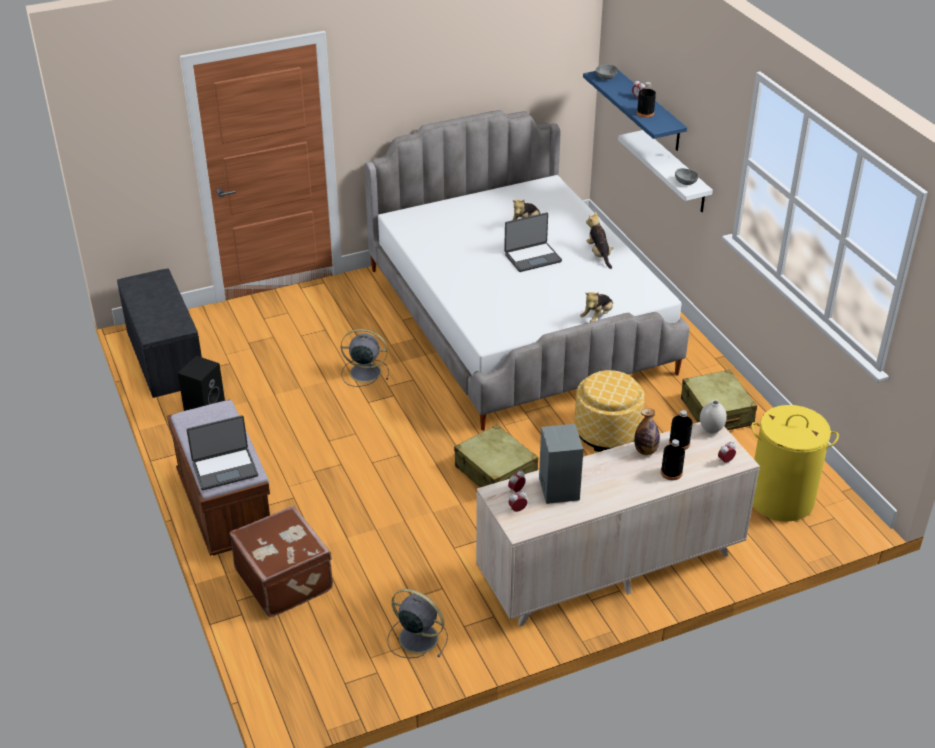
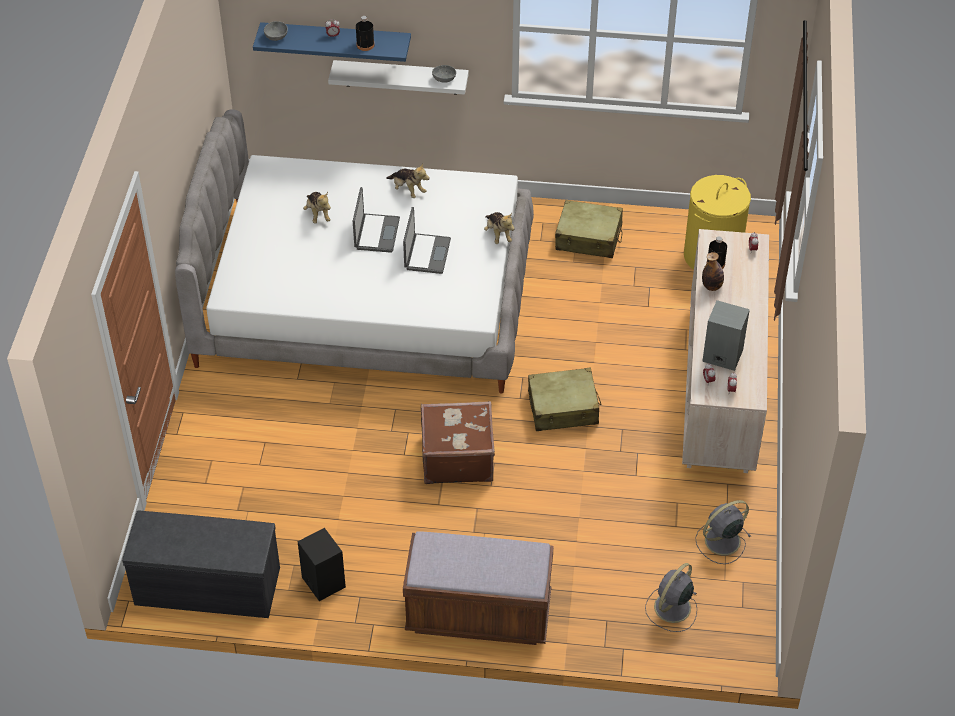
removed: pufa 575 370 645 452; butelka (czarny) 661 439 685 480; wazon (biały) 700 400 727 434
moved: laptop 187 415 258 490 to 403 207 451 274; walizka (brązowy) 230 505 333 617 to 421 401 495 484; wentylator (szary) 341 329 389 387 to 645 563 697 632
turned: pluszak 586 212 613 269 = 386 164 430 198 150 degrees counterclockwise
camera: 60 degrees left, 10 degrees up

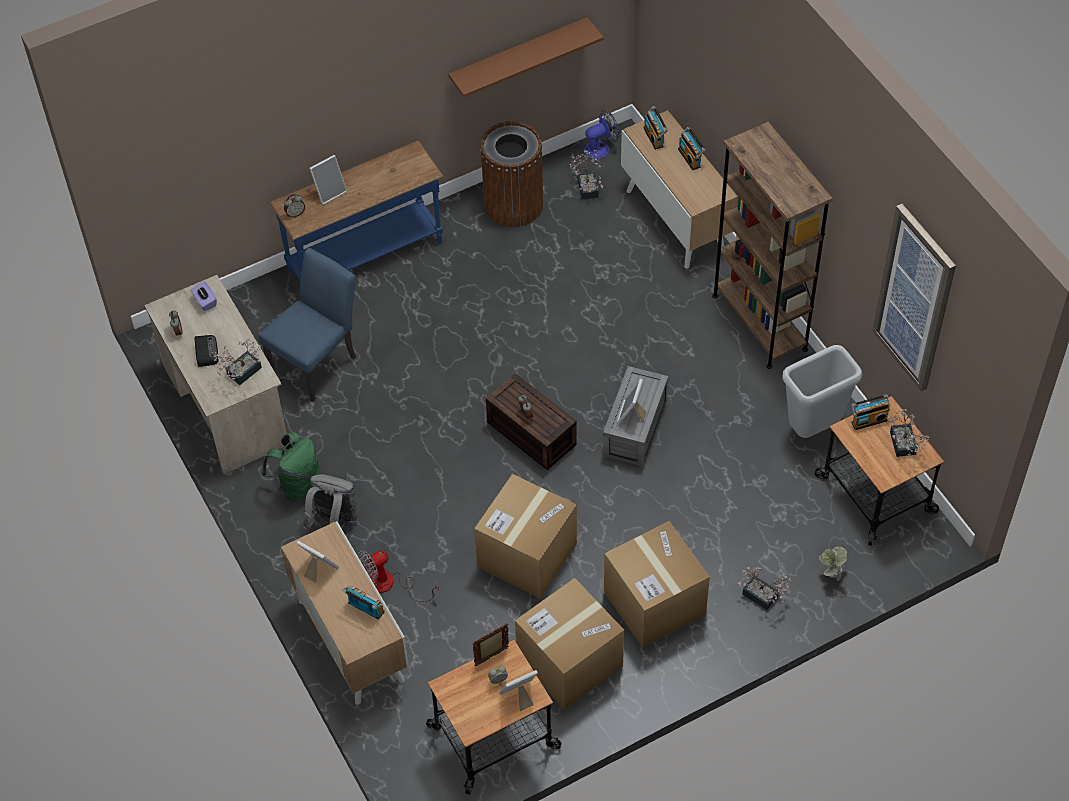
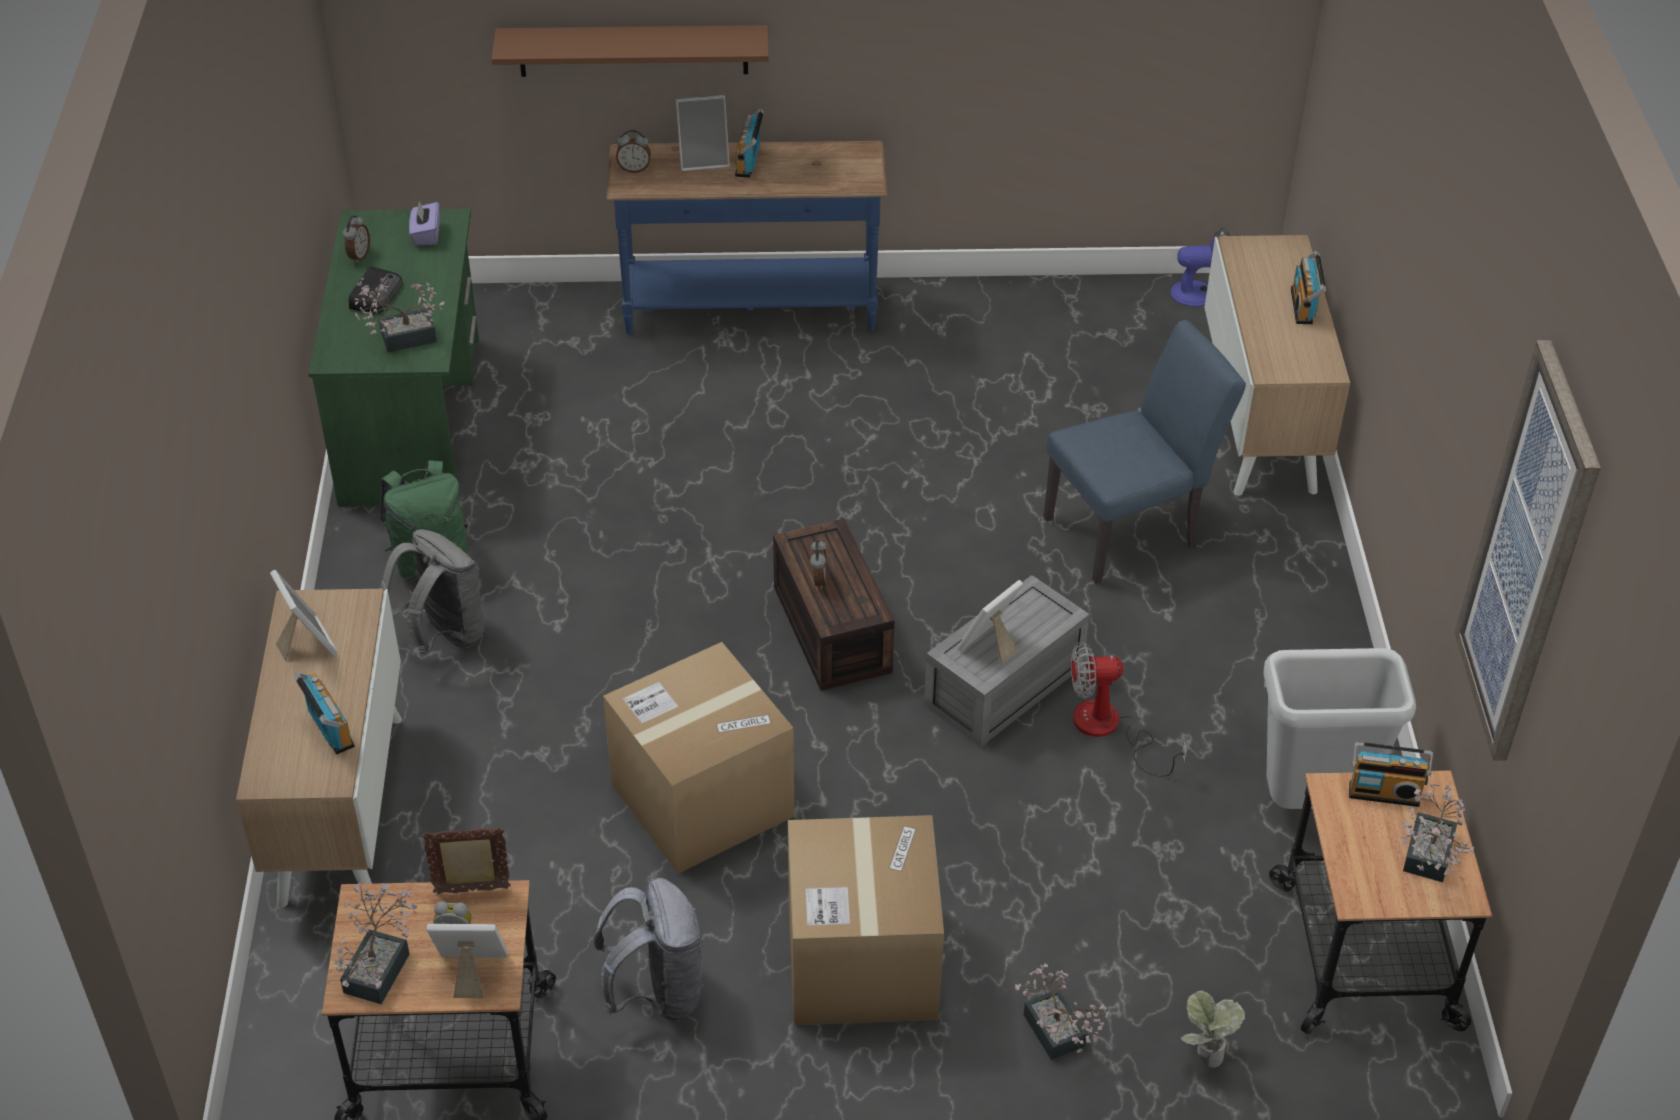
removed: kosz na śmieci (brązowy) 480 121 543 227; regał (brązowy) 712 122 833 369
moved: krzesło (niebieski) 259 248 356 402 to 1043 320 1246 584; wentylator 357 550 439 602 to 1071 642 1187 777; półka (brązowy) 448 17 604 97 to 492 25 769 77; roślina doniczkowa 570 150 603 200 to 335 880 418 1004; radio 643 106 668 150 to 735 108 764 178
replaced: karton 515 578 624 710 to plecak (szary) 594 878 704 1021
recoloured: biurko (beżowy) 144 275 287 474 to biurko (zielony) 308 209 479 507
camera: 25 degrees right, 10 degrees down

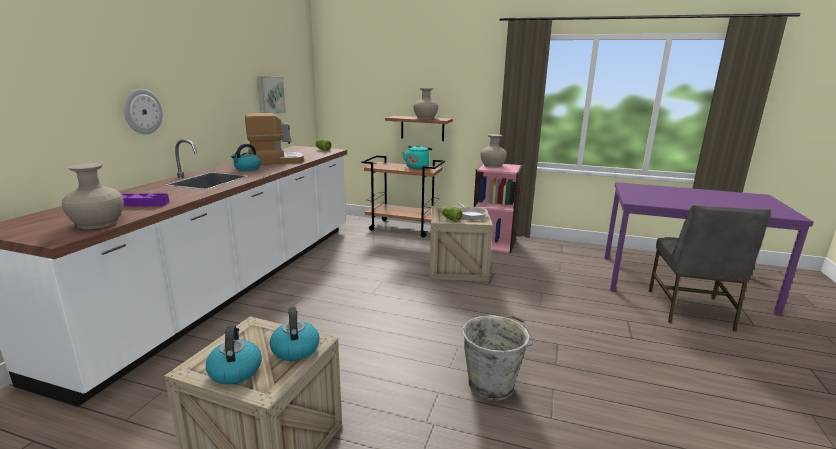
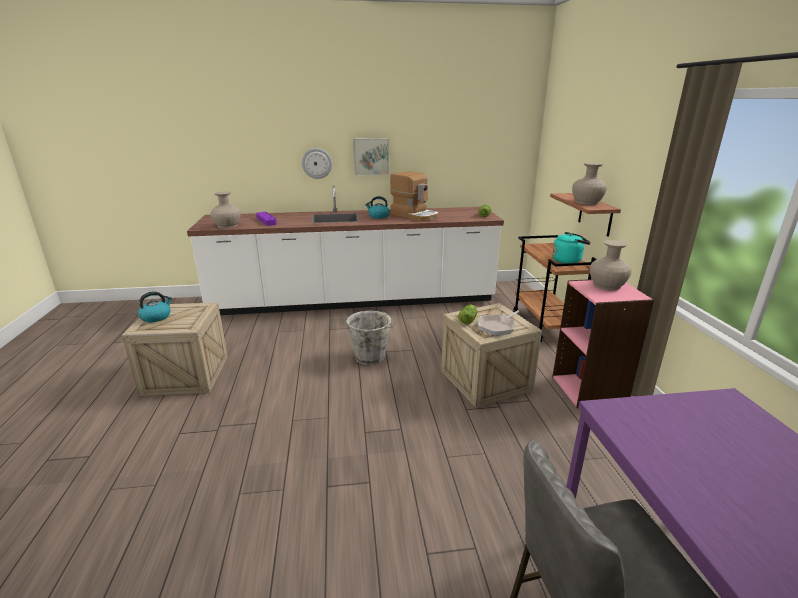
removed: czajnik 270 307 319 361
moved: obraz 257 76 286 114 to 353 138 389 175; wiadro (szary) 462 315 533 401 to 346 311 396 365
camera: 65 degrees right, 5 degrees up

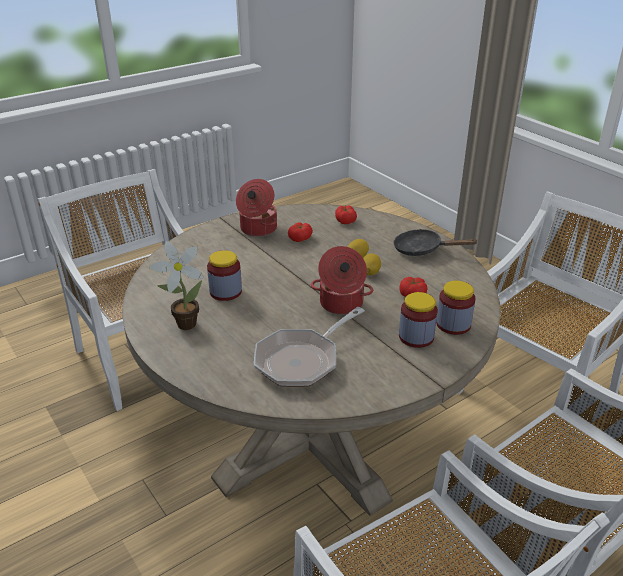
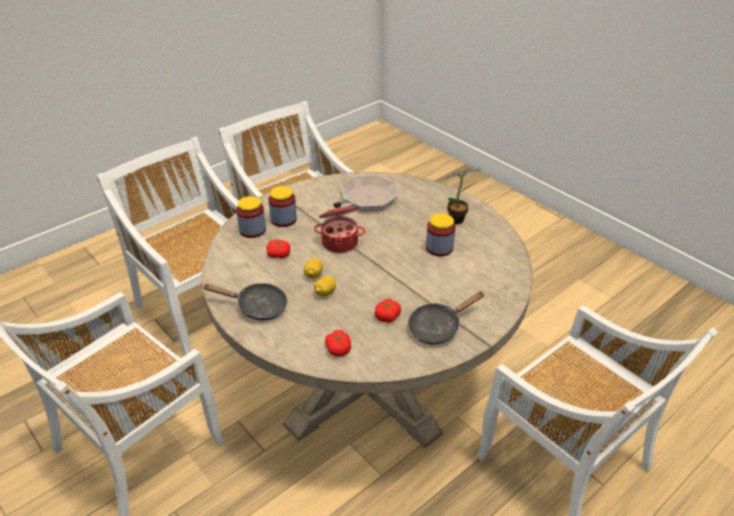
replaced: garnek 236 179 277 237 to patelnia (czarny) 408 291 485 344
camera: 175 degrees right, 5 degrees up

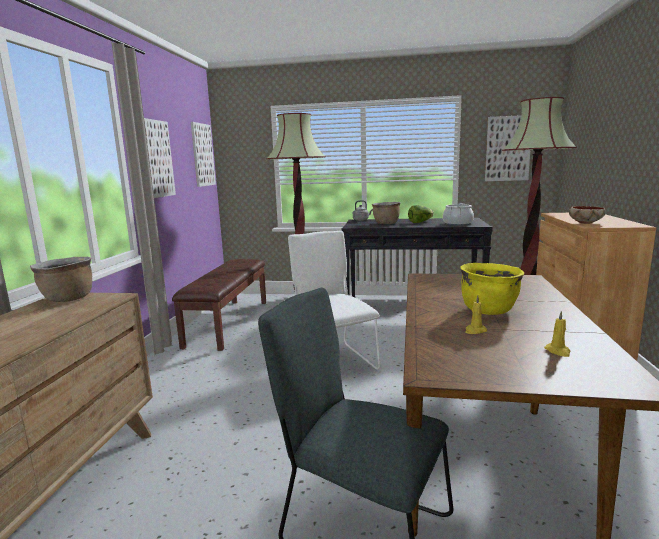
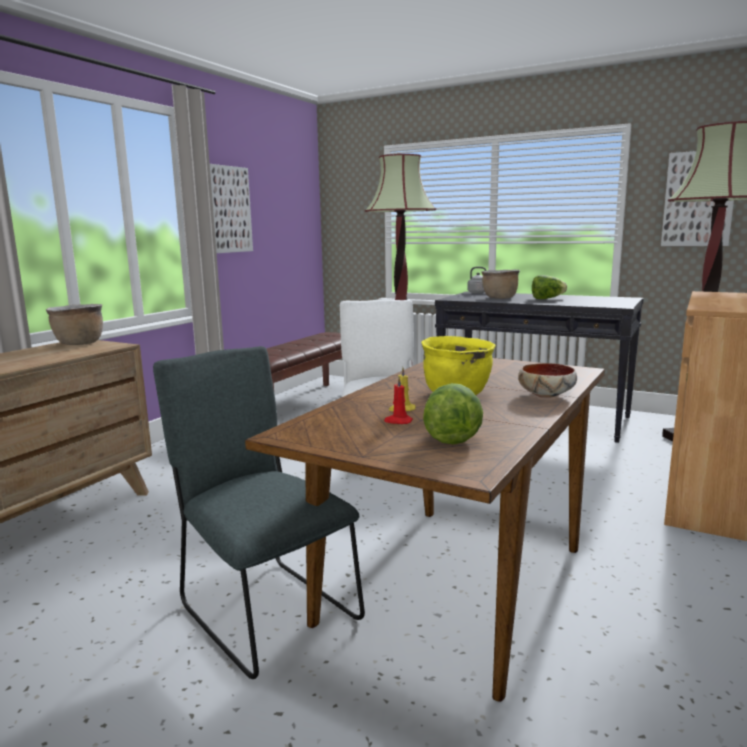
removed: obraz 191 122 216 187; garnek 443 203 474 226
added: świeca (czerwony) 384 377 413 424
moved: miska 569 206 605 224 to 518 363 577 398
replaced: świeca (żółty) 544 311 570 357 to sałata 423 383 483 445
camera: 20 degrees right, 0 degrees up

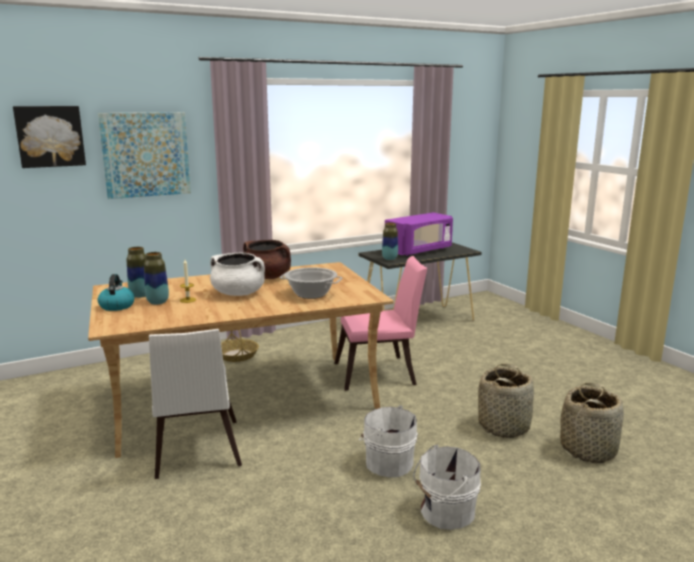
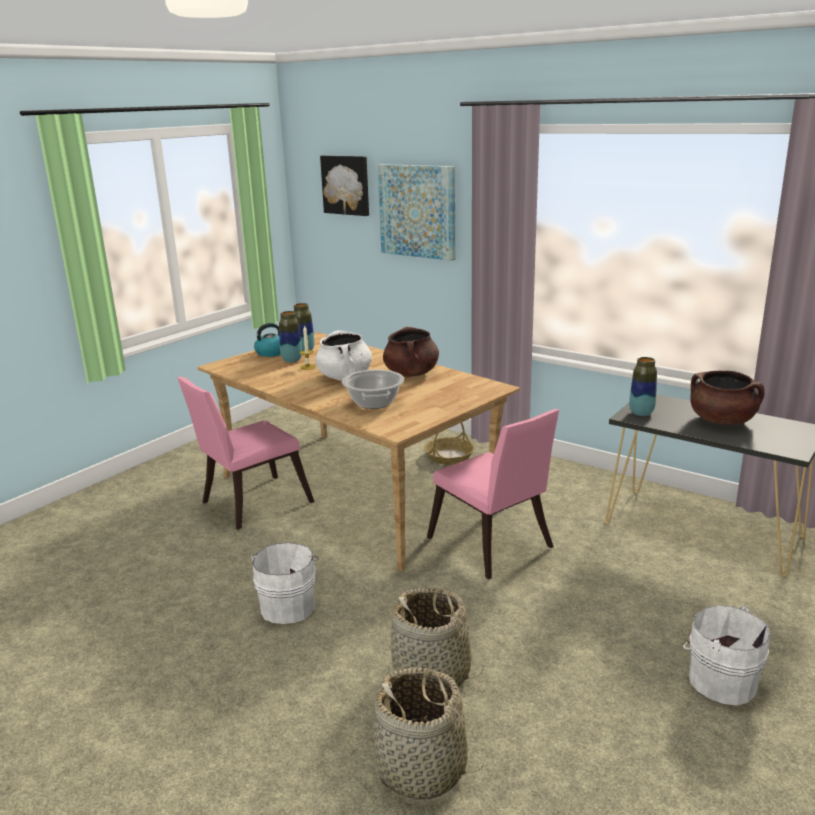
moved: wiadro (biały) 413 445 481 530 to 683 605 770 706
replaced: mikrofalówka (fioletowy) 385 212 453 256 to garnek (brązowy) 690 371 765 425
recoloured: krzesło (biały) 149 329 242 479 to krzesło (różowy) 177 377 315 530
camera: 65 degrees right, 5 degrees up

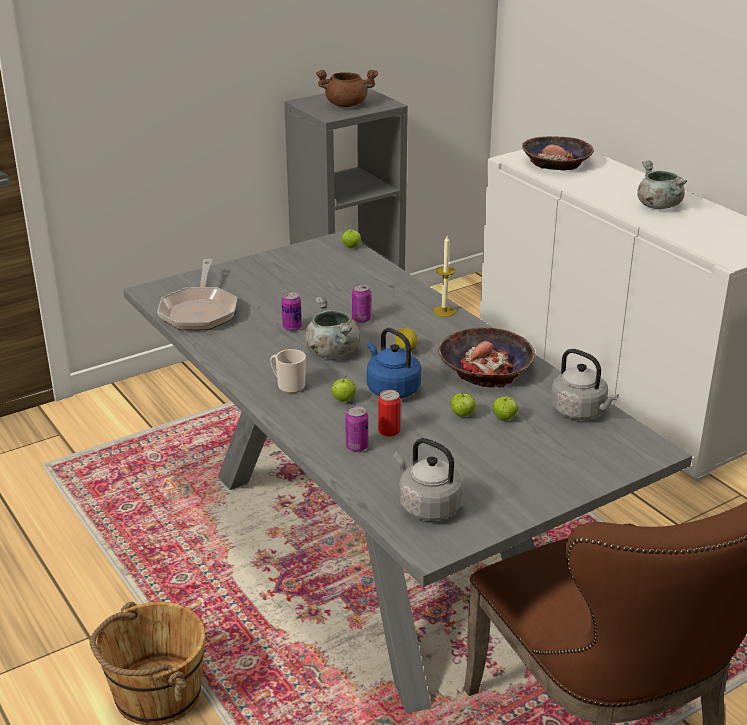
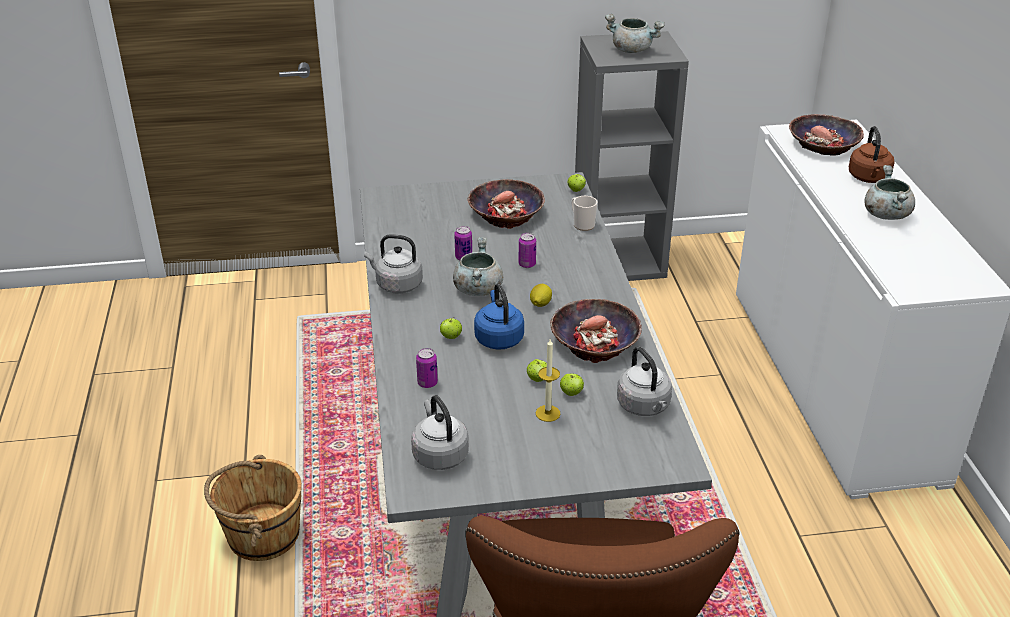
removed: patelnia 157 259 237 331; puszka 378 390 401 437
added: czajnik (szary) 364 234 423 294; miska 467 179 545 229; czajnik (brązowy) 849 126 894 183
moved: kubek 270 349 306 393 to 572 196 598 231; świeca 433 236 455 317 to 536 339 561 422
recoloured: garnek (brązowy) 316 70 378 107 to garnek (szary) 605 14 665 53
camera: 25 degrees right, 5 degrees up

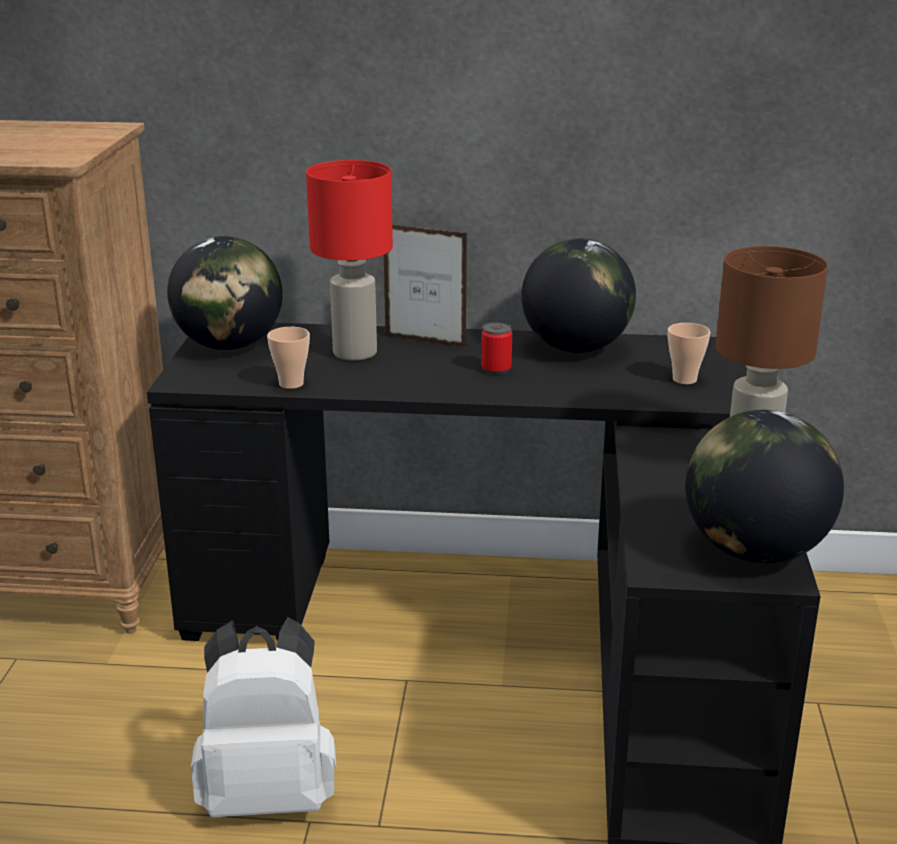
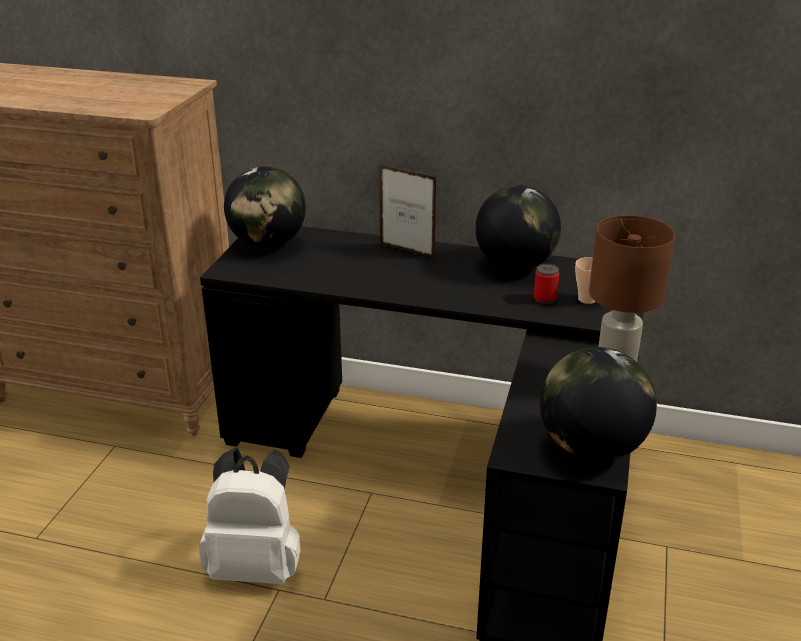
removed: filiżanka 267 327 310 389; lampa stołowa (czerwony) 306 160 393 361
moved: puszka 481 322 512 375 to 534 264 559 304
camera: 10 degrees right, 5 degrees up

